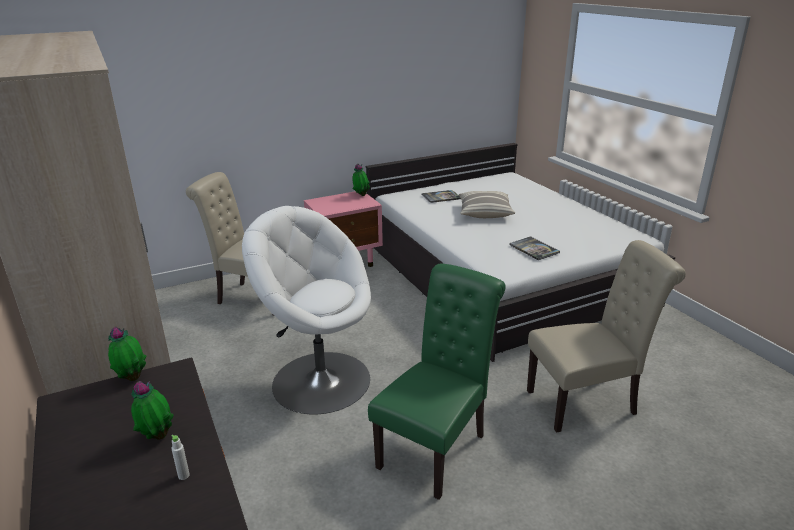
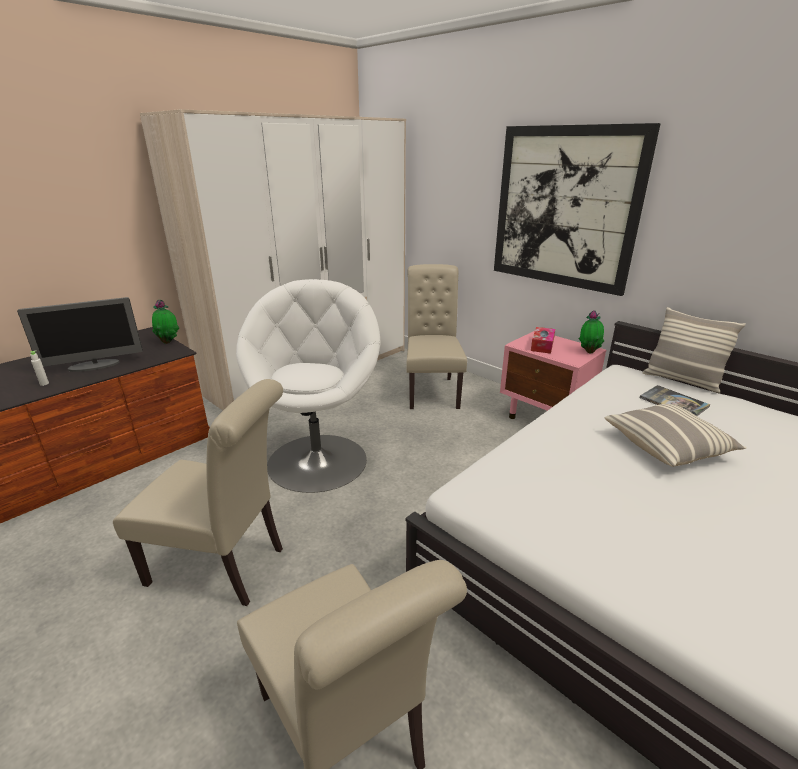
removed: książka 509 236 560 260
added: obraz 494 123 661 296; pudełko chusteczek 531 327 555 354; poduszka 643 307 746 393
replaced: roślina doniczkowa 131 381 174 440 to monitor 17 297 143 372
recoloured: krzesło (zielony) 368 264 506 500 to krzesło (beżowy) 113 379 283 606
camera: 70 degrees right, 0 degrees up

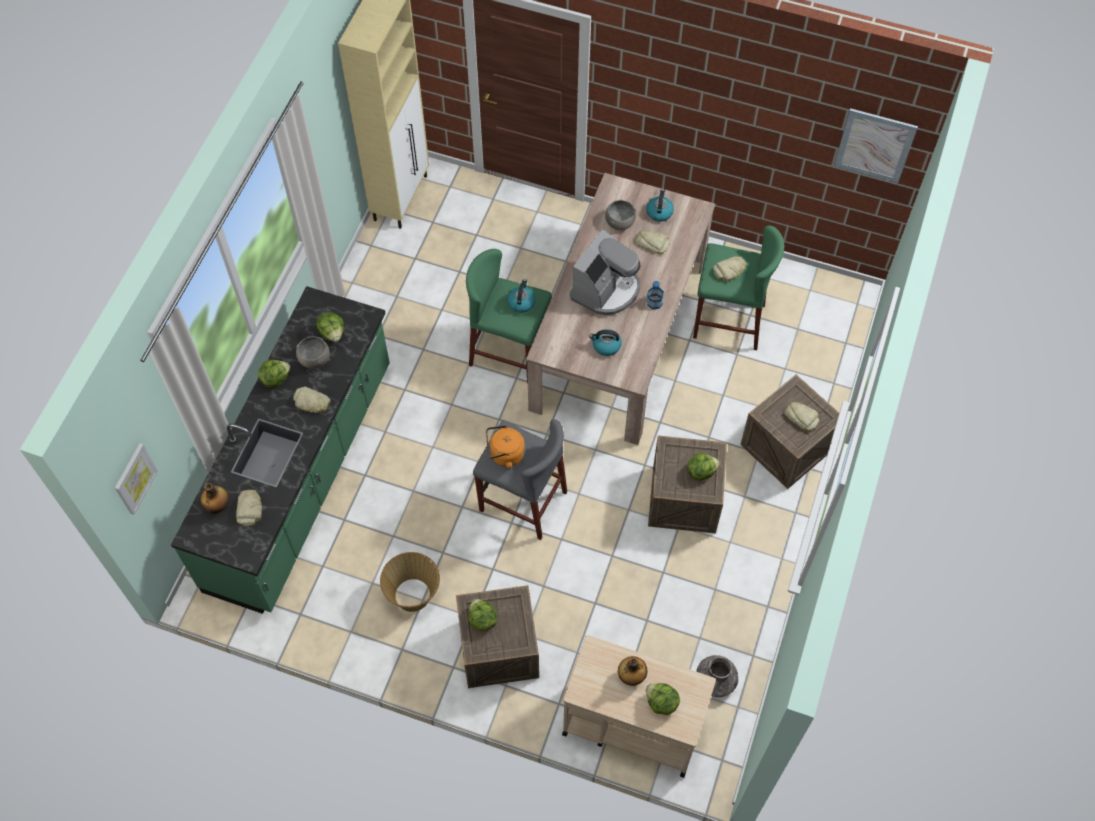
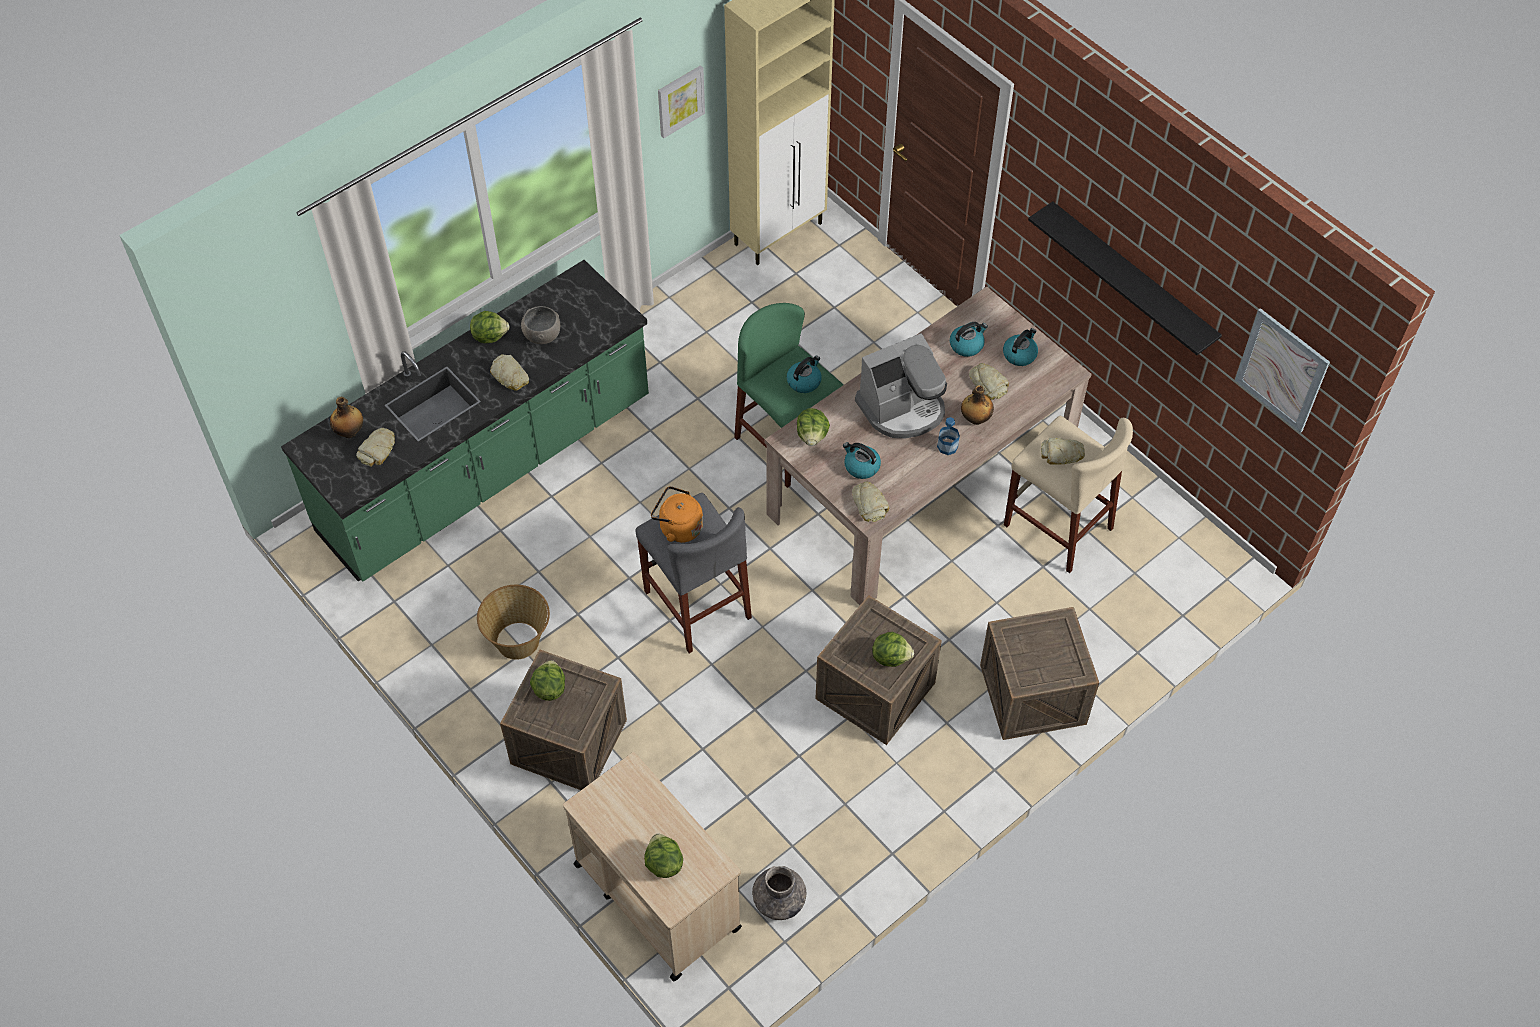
added: półka (czarny) 1028 201 1222 355
moved: obraz 115 443 158 515 to 658 65 705 138; sałata 316 312 344 342 to 797 408 830 446; butelka 618 656 647 686 to 961 385 994 425; chleb 784 402 819 431 to 852 481 889 522
replaced: miska (szary) 605 200 637 231 to czajnik 950 322 988 357
recoloured: stołek (zielony) 693 225 784 350 to stołek (beżowy) 1004 416 1133 573
camera: 30 degrees right, 5 degrees down

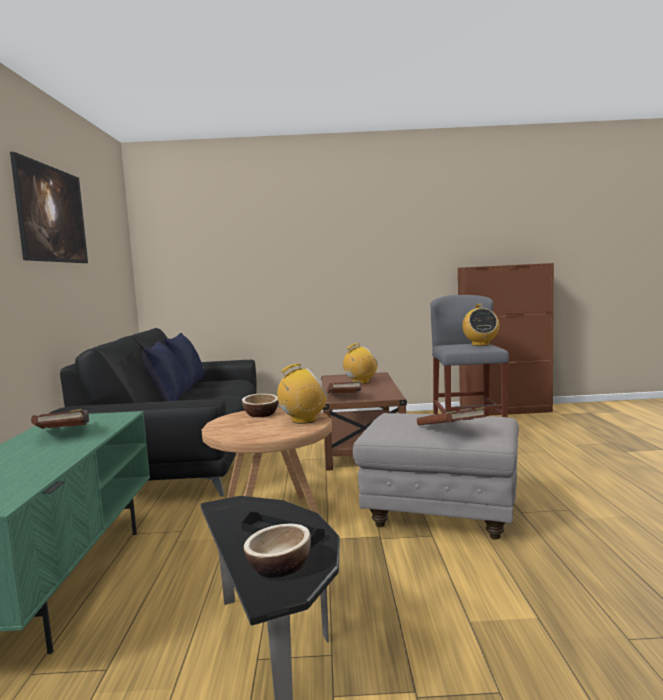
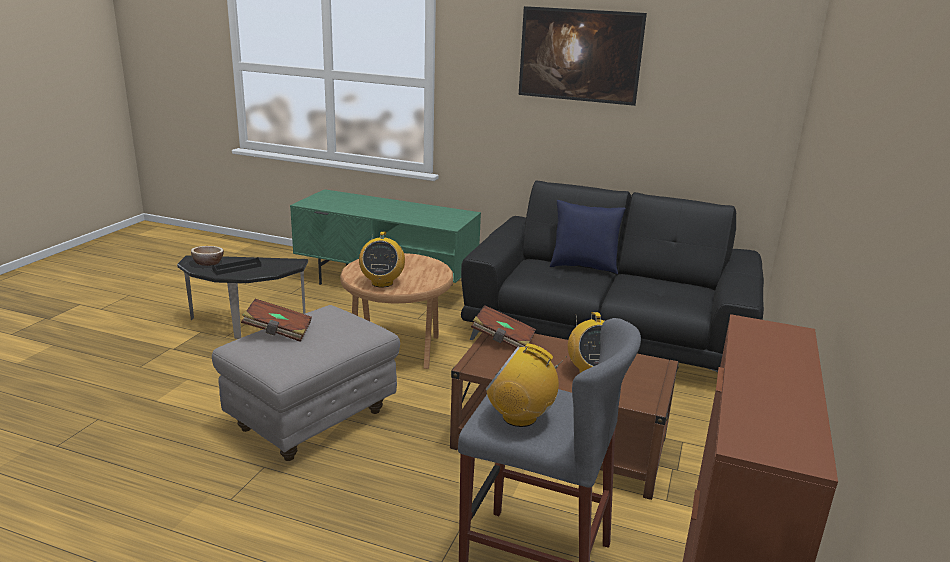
removed: książka (brązowy) 31 409 89 429; poduszka (niebieski) 163 333 204 392; miska 242 394 279 417
camera: 110 degrees right, 15 degrees up

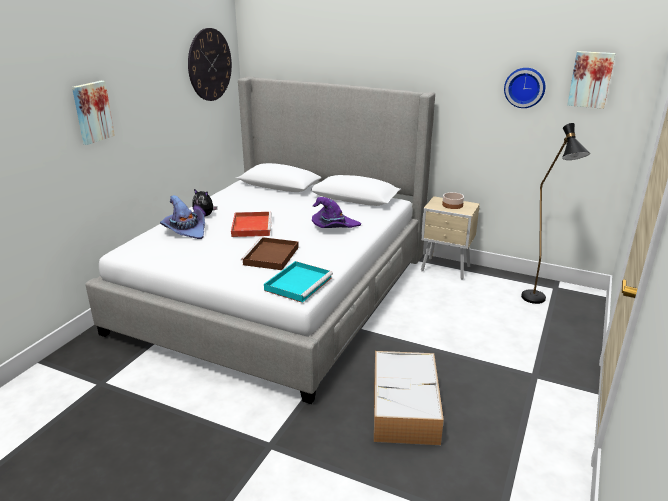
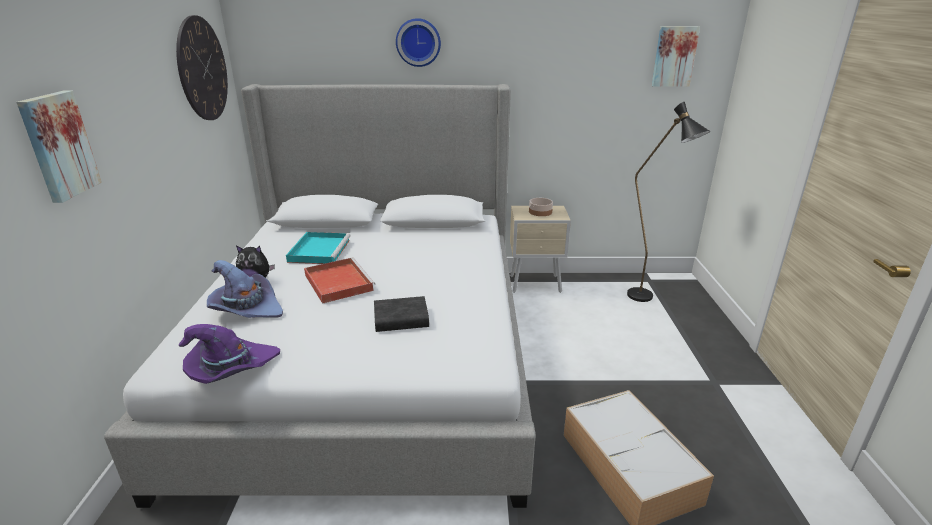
moved: taca (turkusowy) 264 261 333 303 to 286 232 351 264; kapelusz (fioletowy) 312 197 361 228 to 179 324 280 384; zegar ścienny 504 68 545 108 to 396 18 441 67
replaced: taca (brązowy) 241 237 299 270 to książka (czarny) 374 296 429 332
camera: 25 degrees left, 0 degrees up

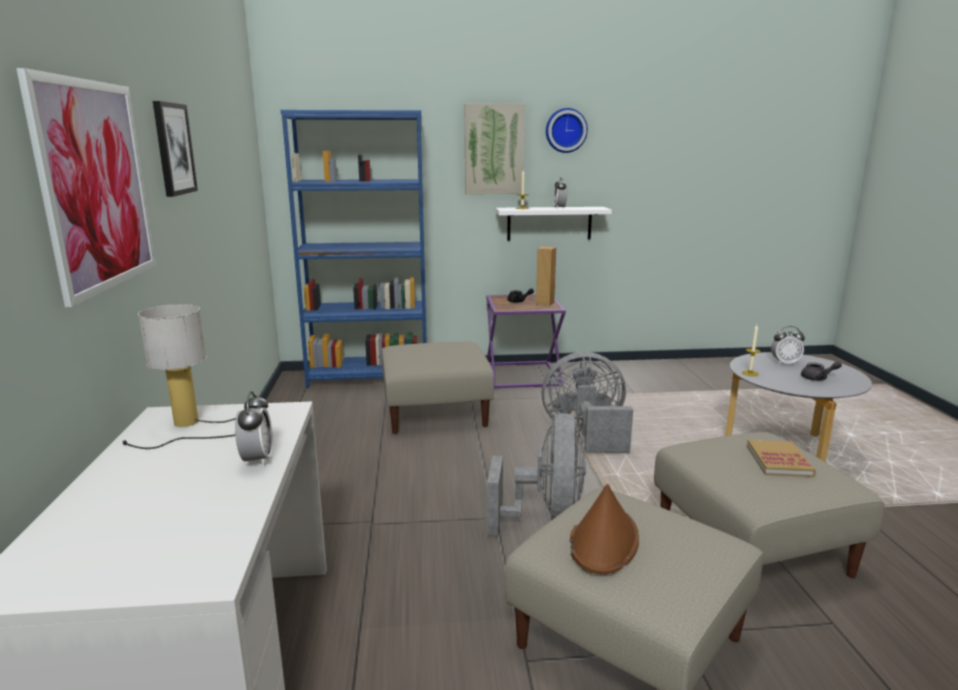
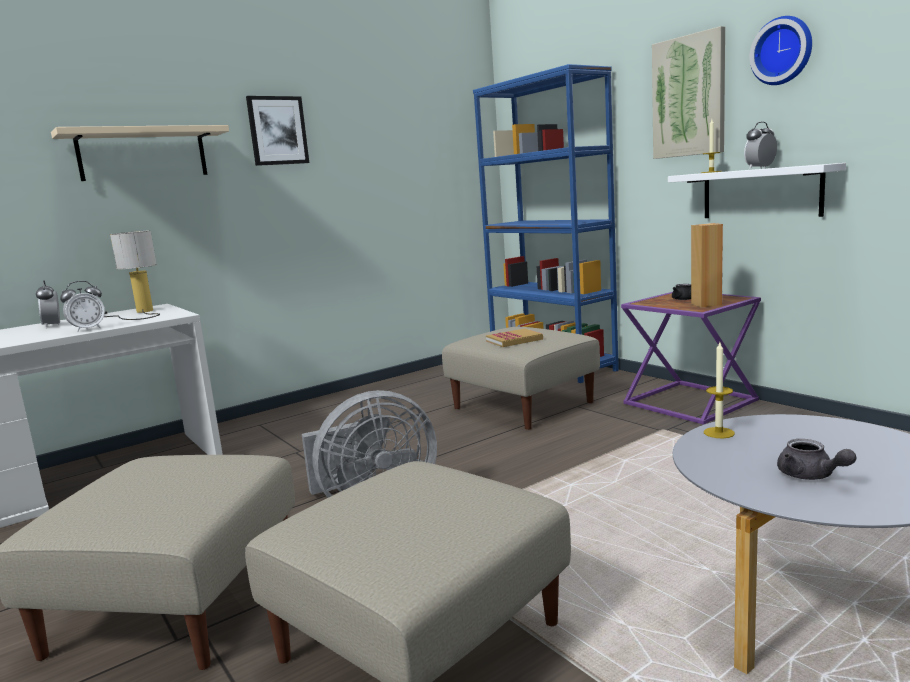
removed: wentylator (szary) 542 352 633 453; kapelusz (brązowy) 570 484 639 574
moved: książka 747 440 816 477 to 486 328 543 347; budzik 771 326 805 365 to 36 280 60 328
replaced: obraz 16 68 156 308 to półka (beżowy) 51 125 229 181
camera: 60 degrees right, 5 degrees down

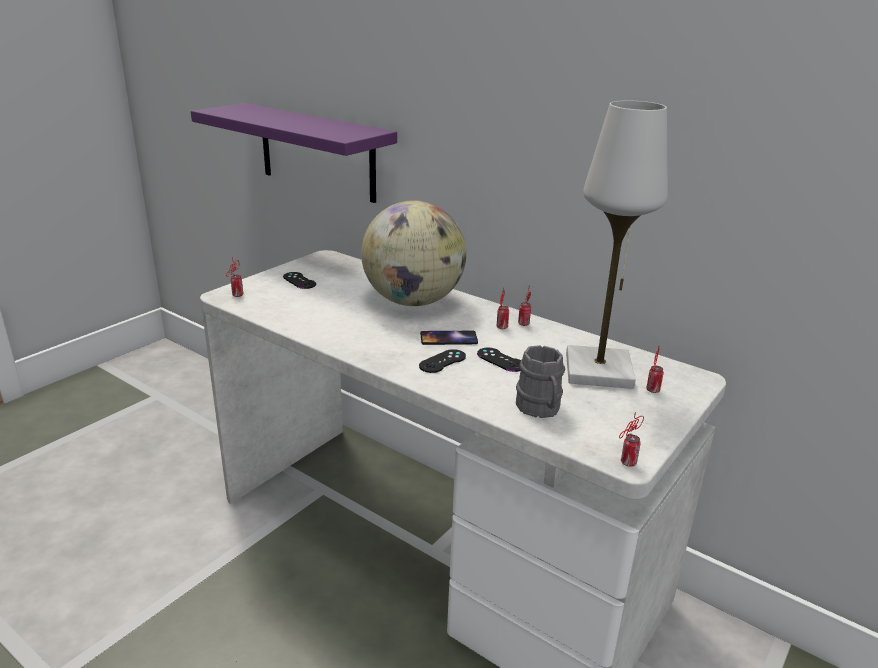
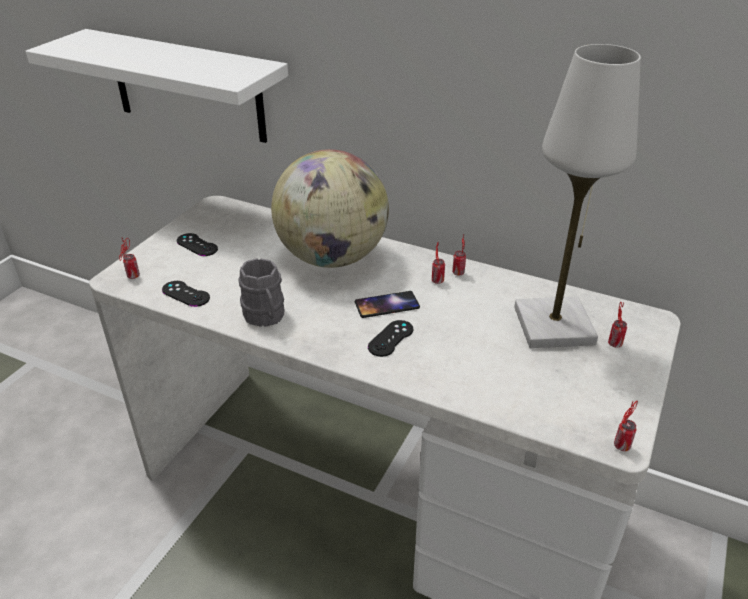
moved: pad do gier (czarny) 477 348 521 372 to 162 281 210 307; kubek (szary) 516 345 565 418 to 239 258 285 327
recoloured: półka (fioletowy) 191 103 397 203 to półka (biały) 25 29 288 143
camera: 10 degrees left, 10 degrees up

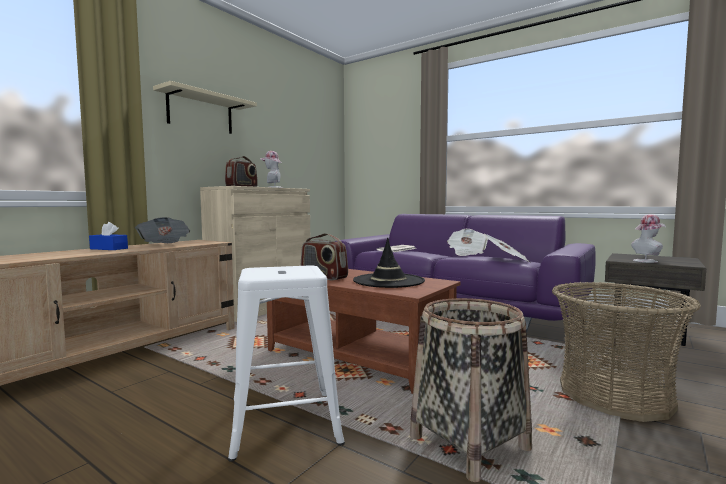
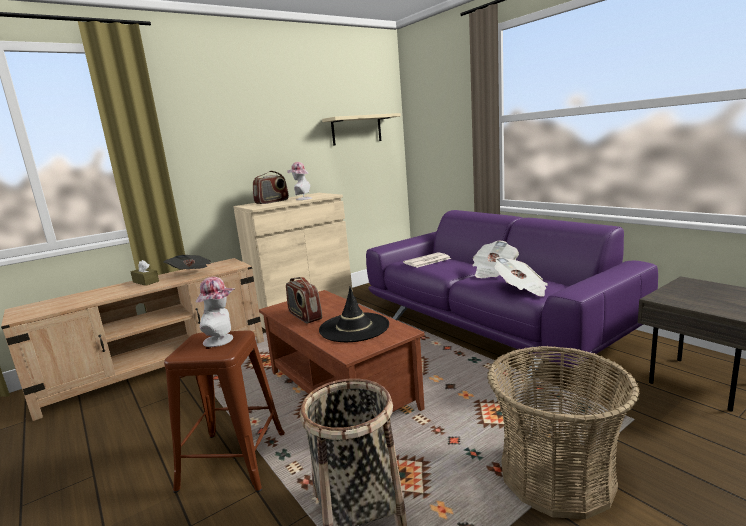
moved: półka (beżowy) 153 81 257 134 to 322 113 401 146; kapelusz 631 214 666 263 to 195 277 235 347
recoloured: pudełko chusteczek (niebieski) 89 222 128 250 to pudełko chusteczek (brązowy) 131 260 159 286; stołek (biały) 228 266 345 461 to stołek (brązowy) 164 330 285 493
camera: 20 degrees right, 10 degrees up

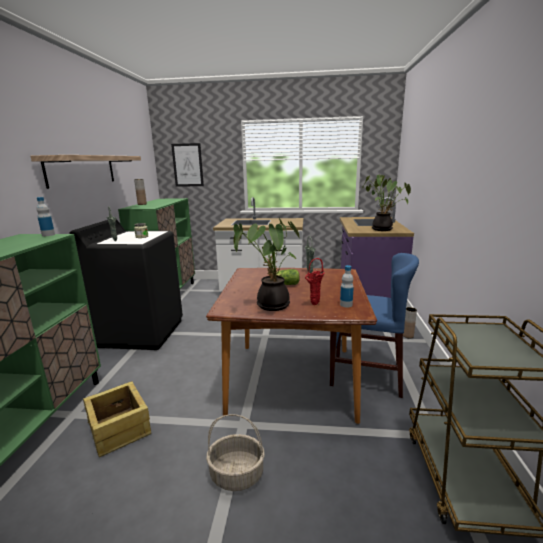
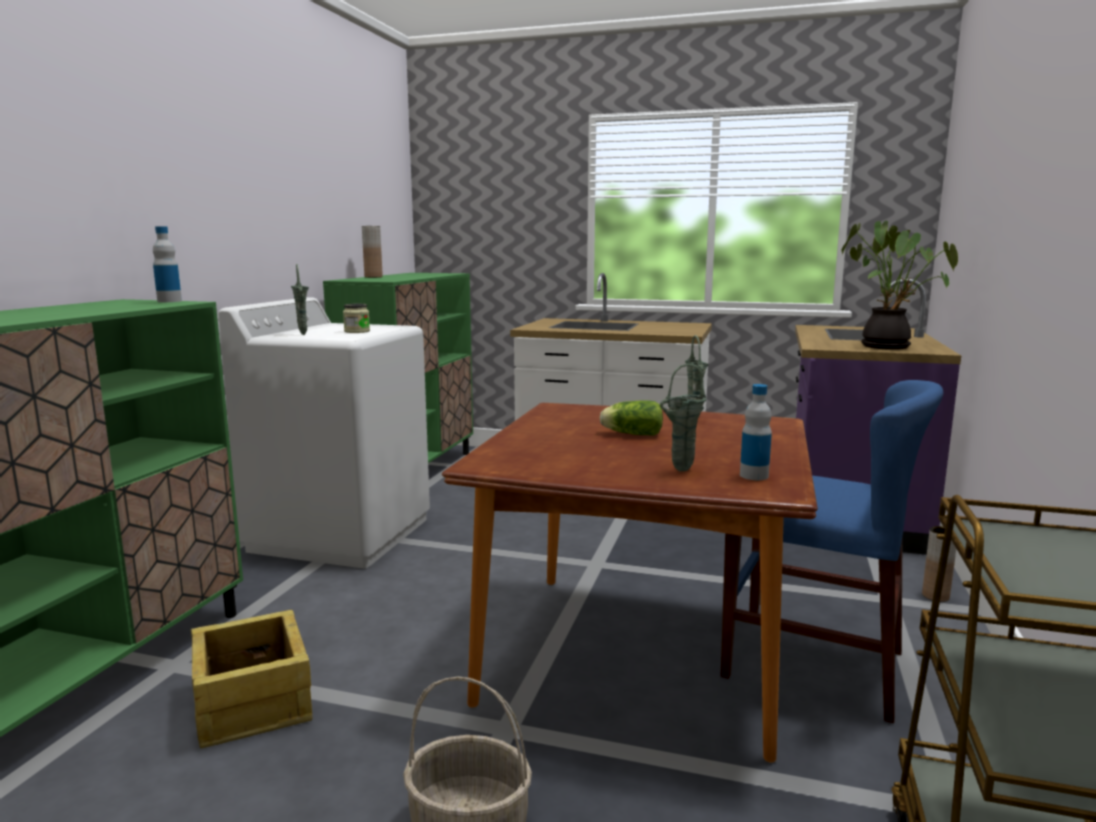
removed: półka 30 155 141 189; obraz 171 143 204 187; roślina doniczkowa 233 218 301 311
recoloured: pralka (czarny) 69 219 183 350 to pralka (biały) 218 297 430 568; wazon (czerwony) 305 258 325 305 to wazon (zielony) 660 364 706 471
camera: 10 degrees right, 5 degrees down

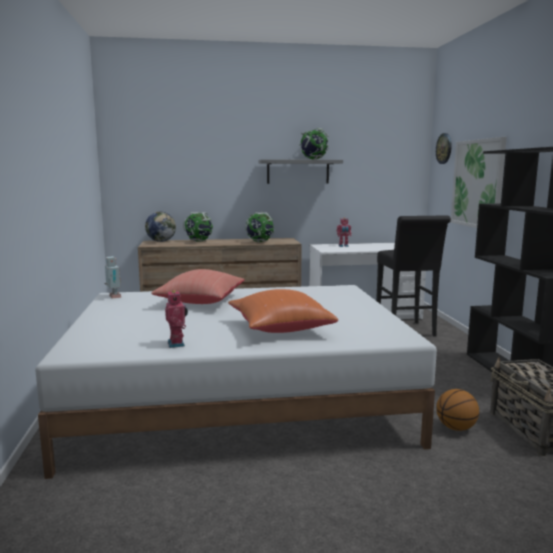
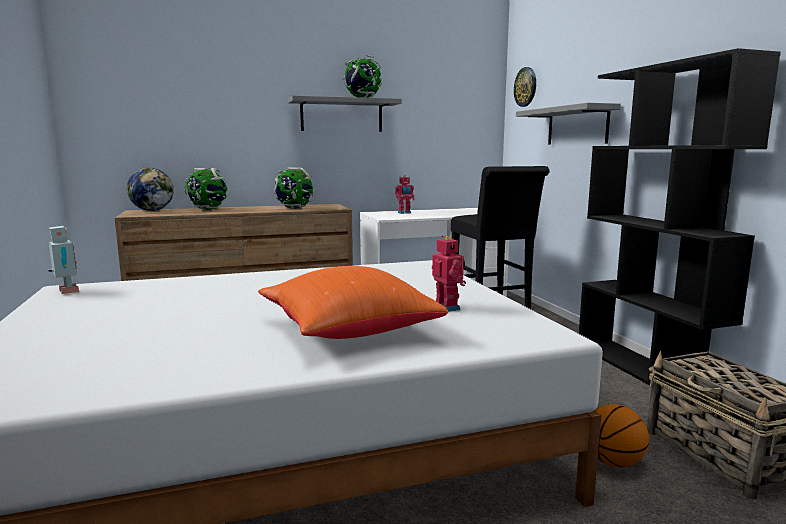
removed: poduszka (czerwony) 152 269 245 304
moved: robot zabawkowy 165 290 188 348 to 432 236 466 312
replaced: obraz 450 137 507 228 to półka (szary) 516 103 621 144
camera: 10 degrees left, 0 degrees up

